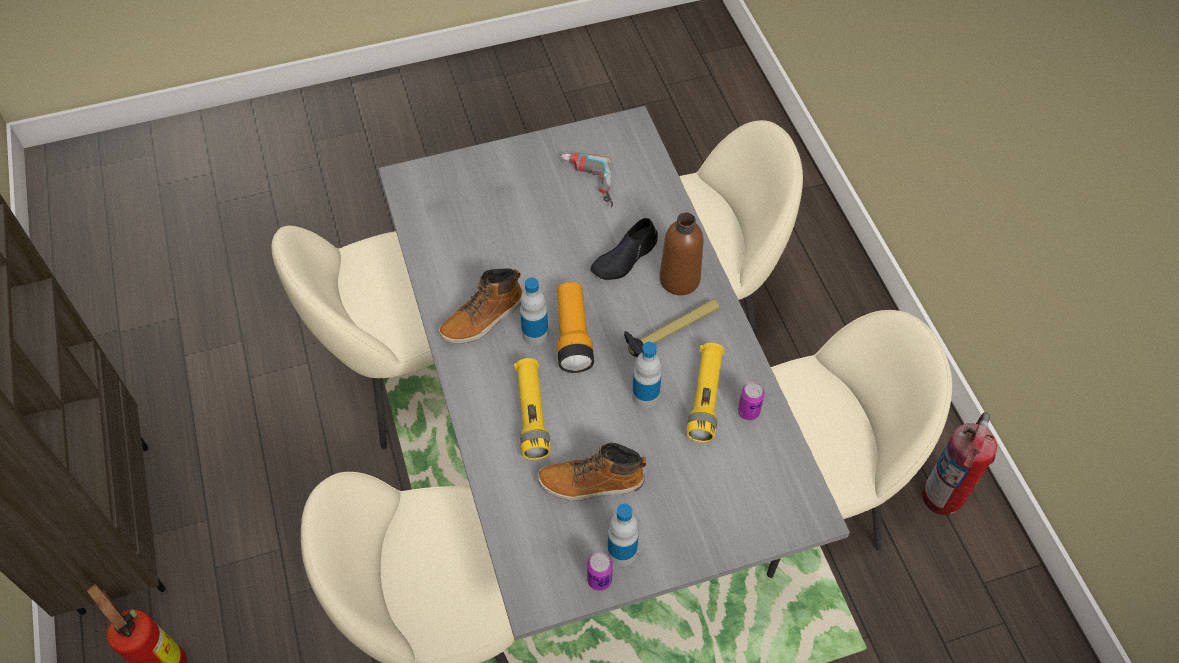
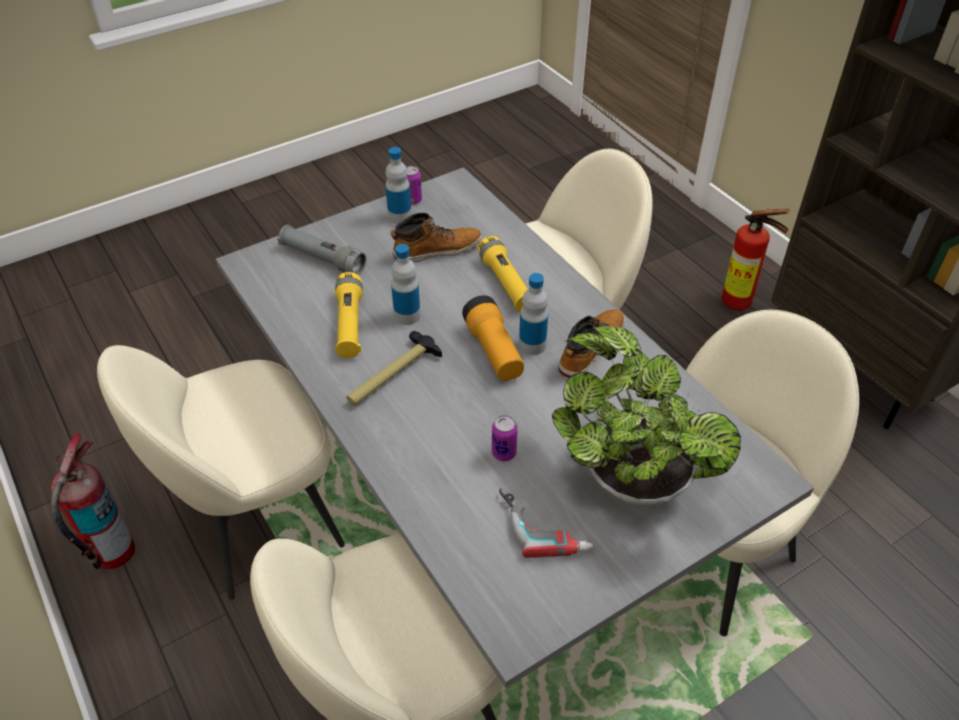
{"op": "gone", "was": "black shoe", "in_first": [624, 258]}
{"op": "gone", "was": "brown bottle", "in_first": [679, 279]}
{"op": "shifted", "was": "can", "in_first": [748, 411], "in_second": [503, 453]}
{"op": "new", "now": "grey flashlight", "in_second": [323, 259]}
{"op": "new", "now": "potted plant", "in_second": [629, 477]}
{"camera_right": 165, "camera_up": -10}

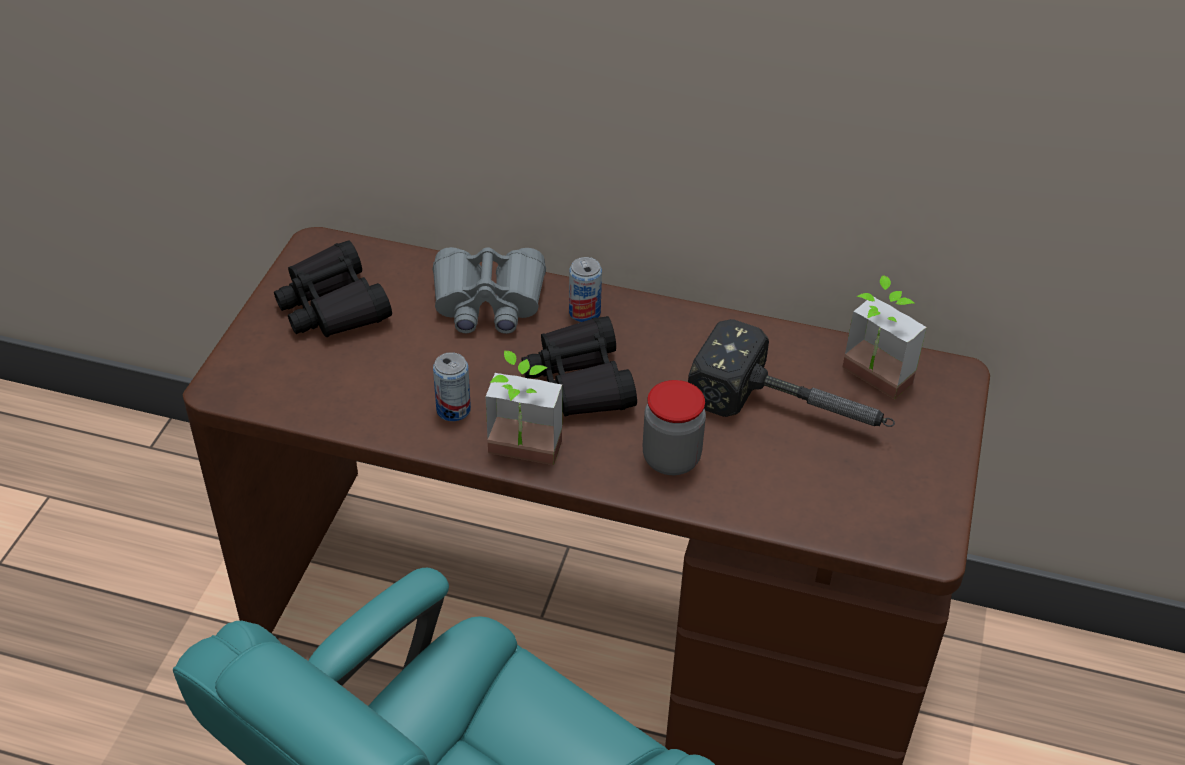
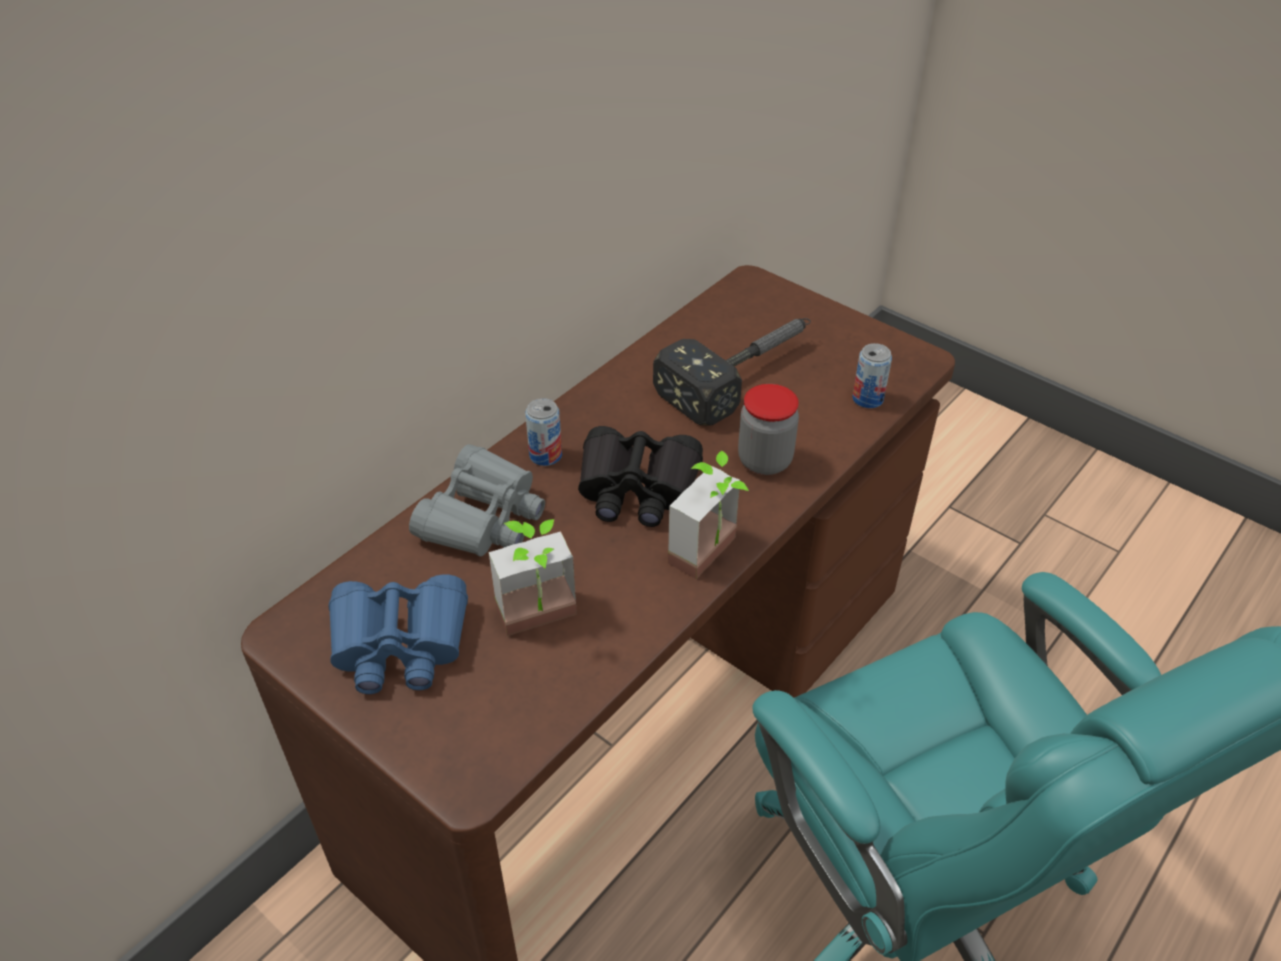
{"op": "repainted", "was": "black binoculars", "now": "blue binoculars", "in_first": [333, 305], "in_second": [399, 644]}
{"op": "shifted", "was": "can", "in_first": [453, 410], "in_second": [867, 399]}
{"op": "shifted", "was": "potted plant", "in_first": [869, 382], "in_second": [541, 623]}
{"camera_right": -65, "camera_up": 0}

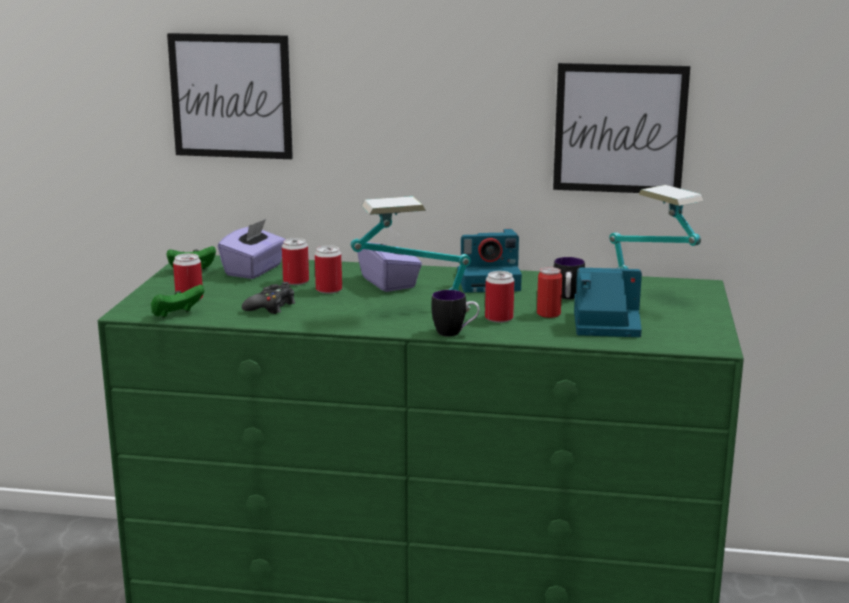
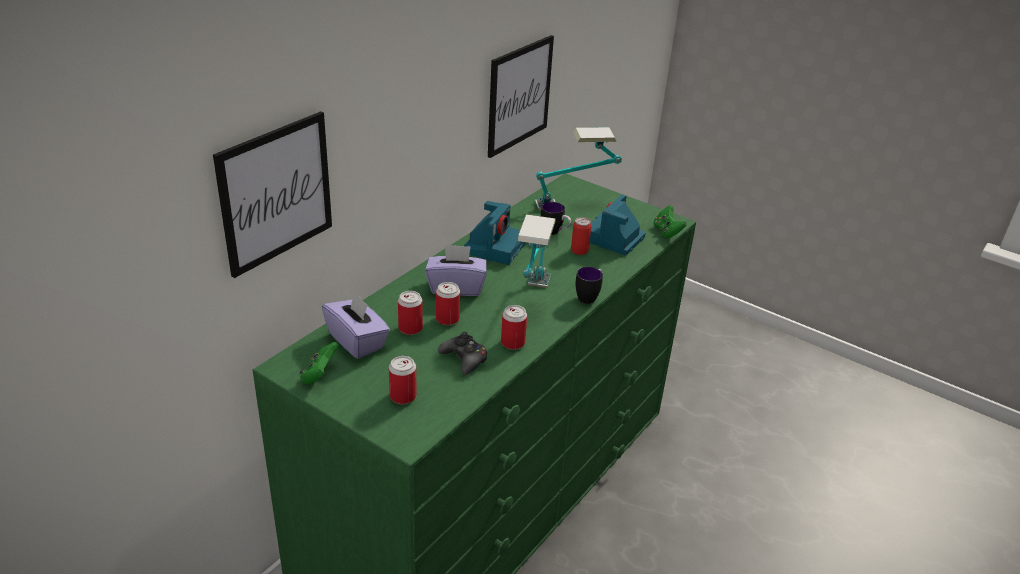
{"op": "shifted", "was": "green game controller", "in_first": [176, 315], "in_second": [667, 232]}
{"op": "shifted", "was": "can", "in_first": [499, 318], "in_second": [513, 343]}
{"camera_right": -65, "camera_up": 15}

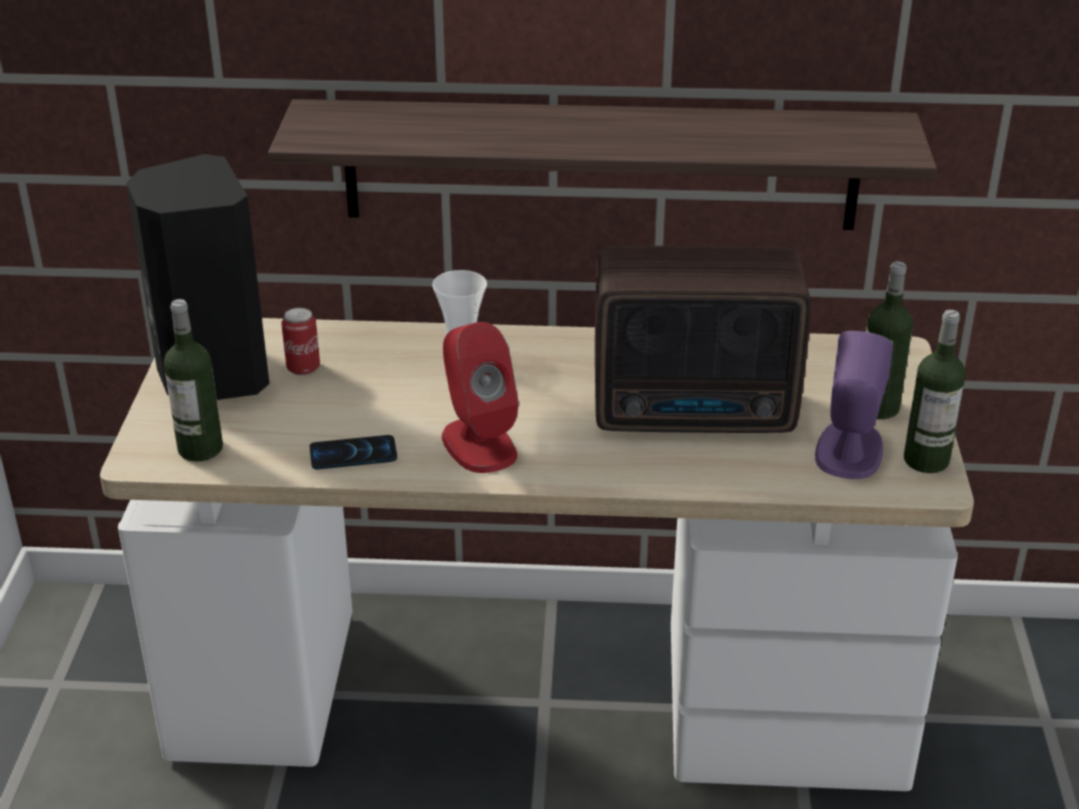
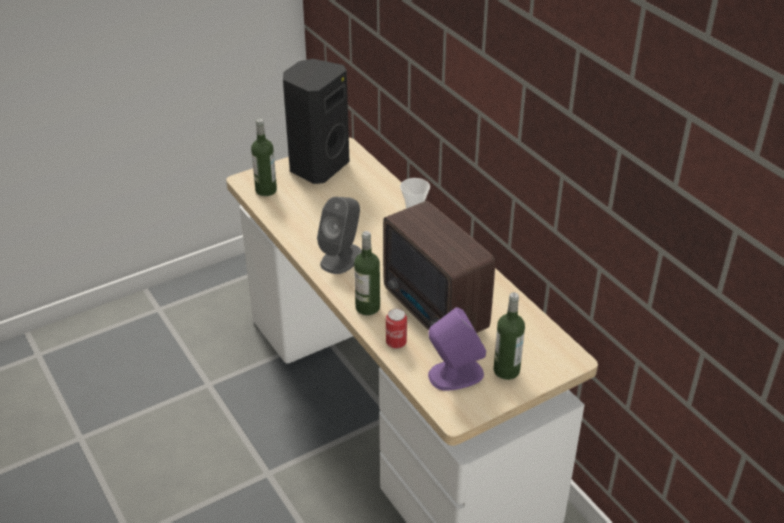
{"op": "gone", "was": "shelf", "in_first": [600, 164]}
{"op": "shifted", "was": "can", "in_first": [303, 368], "in_second": [396, 342]}
{"op": "gone", "was": "phone", "in_first": [353, 454]}
{"op": "repainted", "was": "red speaker", "now": "grey speaker", "in_first": [478, 444], "in_second": [341, 258]}
{"op": "shifted", "was": "bottle", "in_first": [926, 460], "in_second": [367, 307]}
{"camera_right": 55, "camera_up": 5}

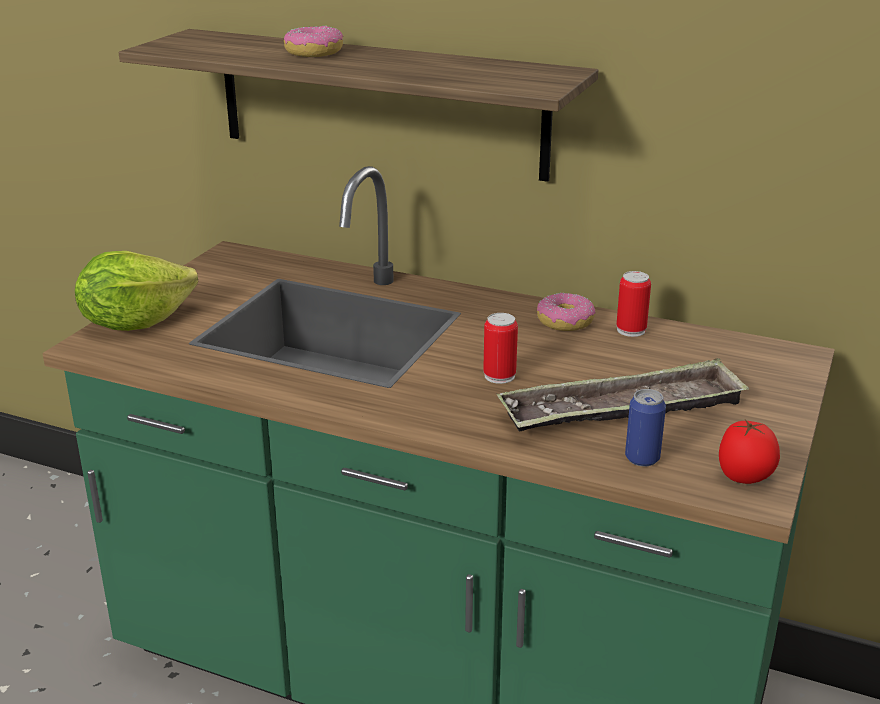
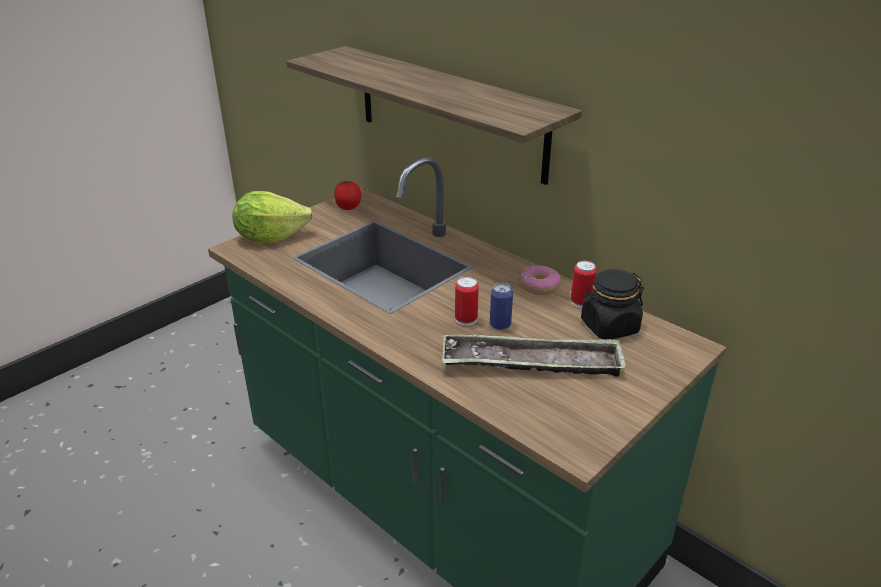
{"op": "gone", "was": "donut", "in_first": [314, 52]}
{"op": "shifted", "was": "can", "in_first": [642, 458], "in_second": [500, 325]}
{"op": "shifted", "was": "tomato", "in_first": [745, 477], "in_second": [348, 208]}
{"op": "new", "now": "black jar", "in_second": [609, 327]}
{"camera_right": 20, "camera_up": 5}

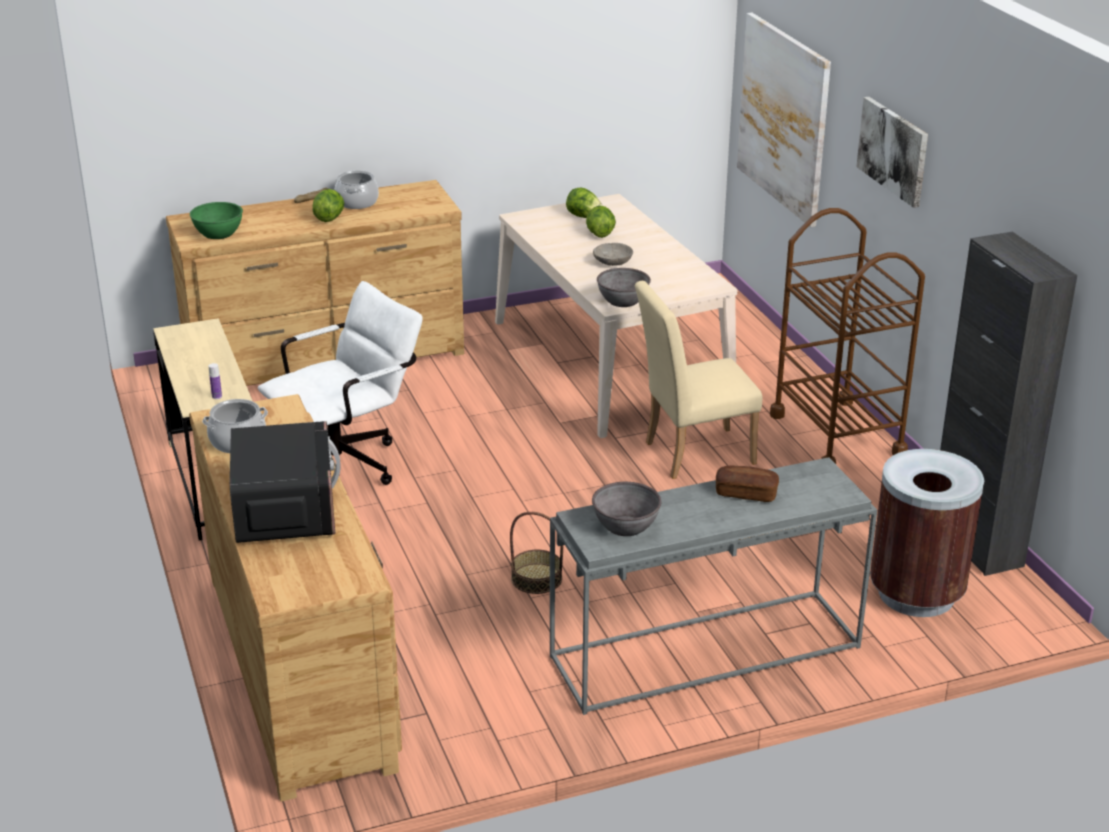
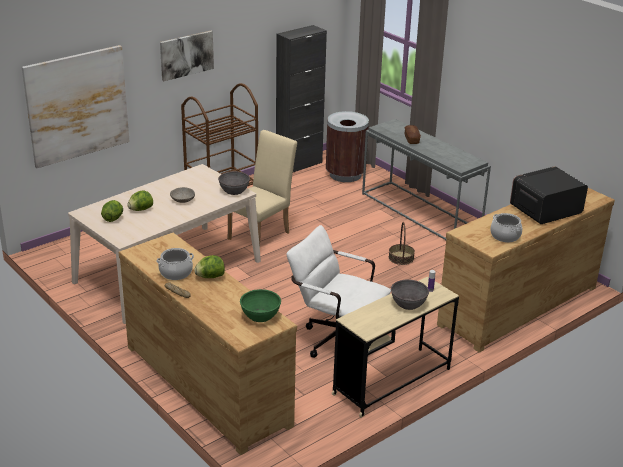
{"op": "shifted", "was": "grey bowl", "in_first": [626, 526], "in_second": [408, 304]}
{"op": "rotated", "was": "beige chair", "in_first": [691, 453], "in_second": [262, 234], "clockwise": -105}
{"camera_right": -110, "camera_up": 0}

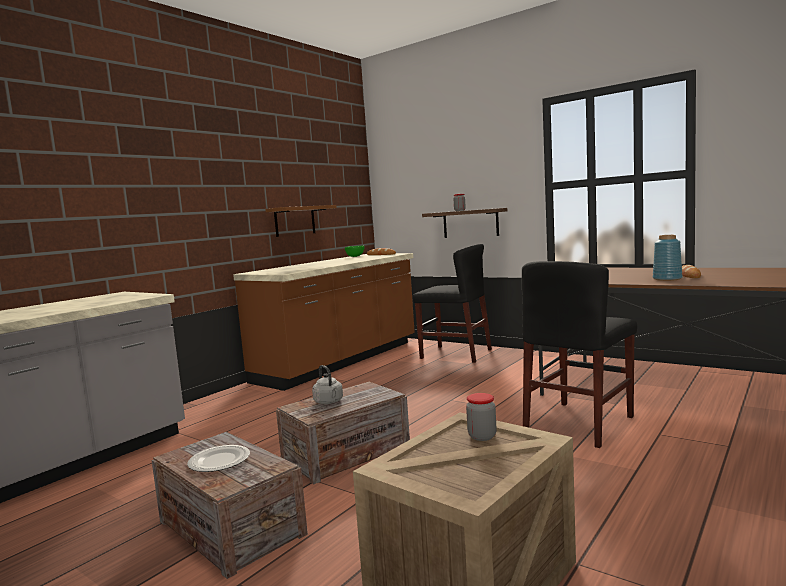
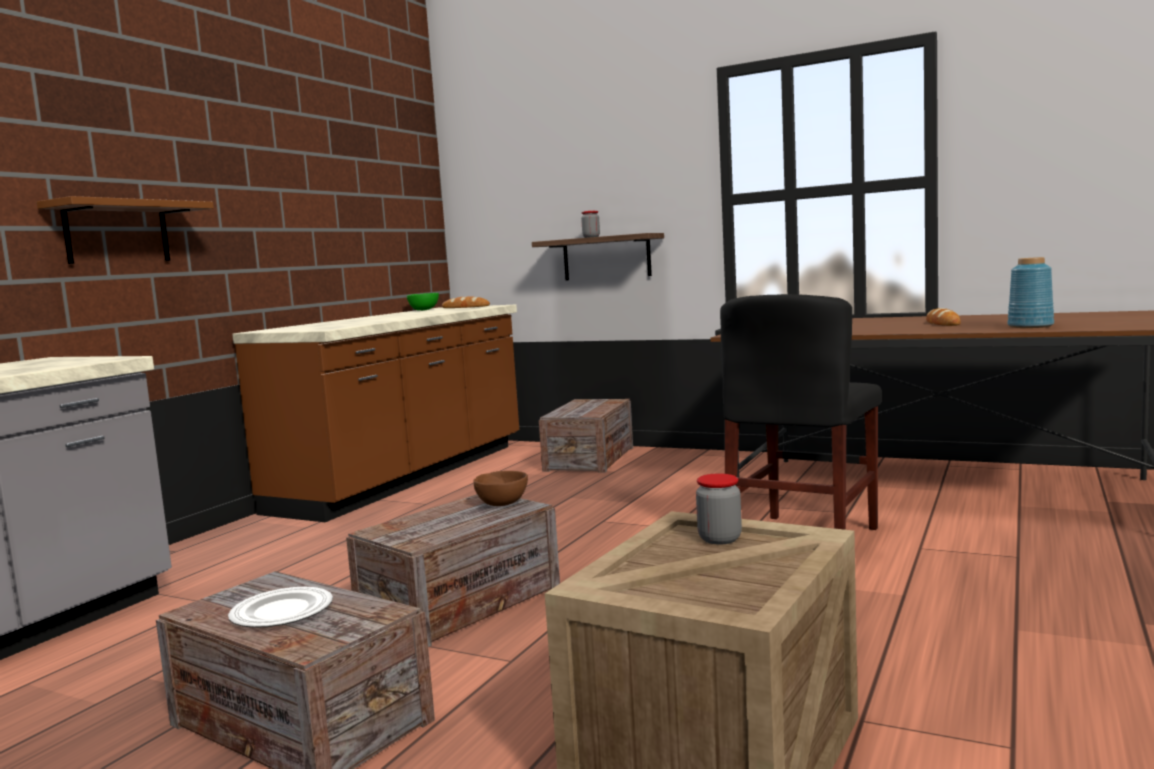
{"op": "shifted", "was": "brown shelf", "in_first": [295, 221], "in_second": [117, 233]}
{"op": "gone", "was": "grey kettle", "in_first": [329, 402]}
{"op": "swapped", "was": "black chair", "now": "crate", "in_first": [455, 354], "in_second": [589, 459]}
{"op": "shifted", "was": "blue vase", "in_first": [666, 279], "in_second": [1029, 326]}
{"op": "new", "now": "brown bowl", "in_second": [502, 504]}
{"camera_right": -10, "camera_up": 0}

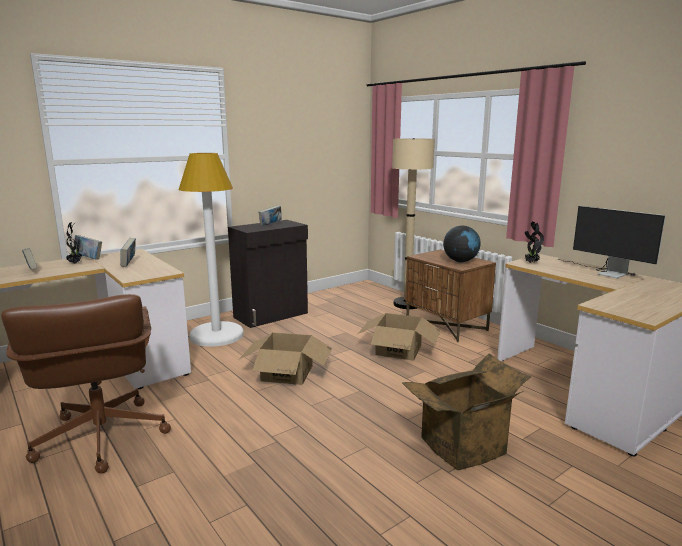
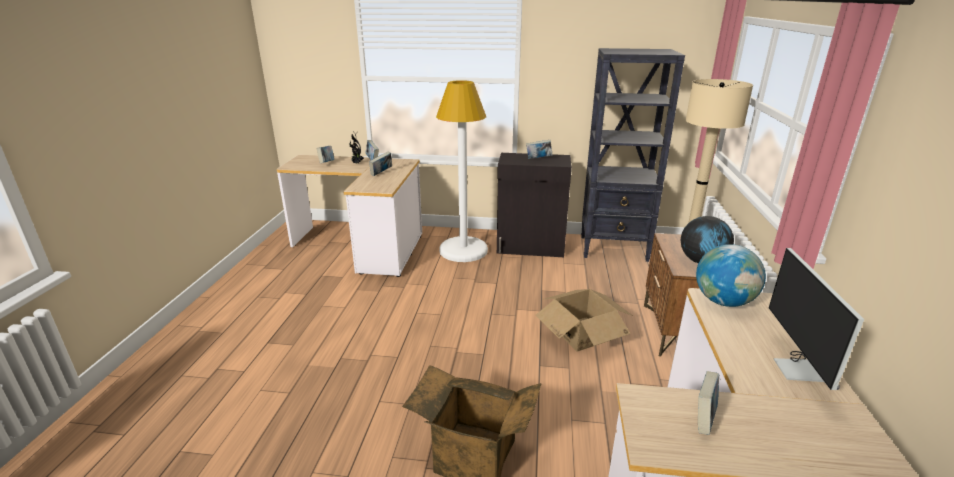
{"op": "gone", "was": "brown office chair", "in_first": [100, 438]}
{"op": "gone", "was": "cardboard box", "in_first": [287, 373]}
{"op": "swapped", "was": "potted plant", "now": "globe", "in_first": [531, 263], "in_second": [723, 301]}
{"op": "new", "now": "black bookcase", "in_second": [614, 249]}
{"op": "new", "now": "book", "in_second": [703, 419]}
{"camera_right": 45, "camera_up": 10}

